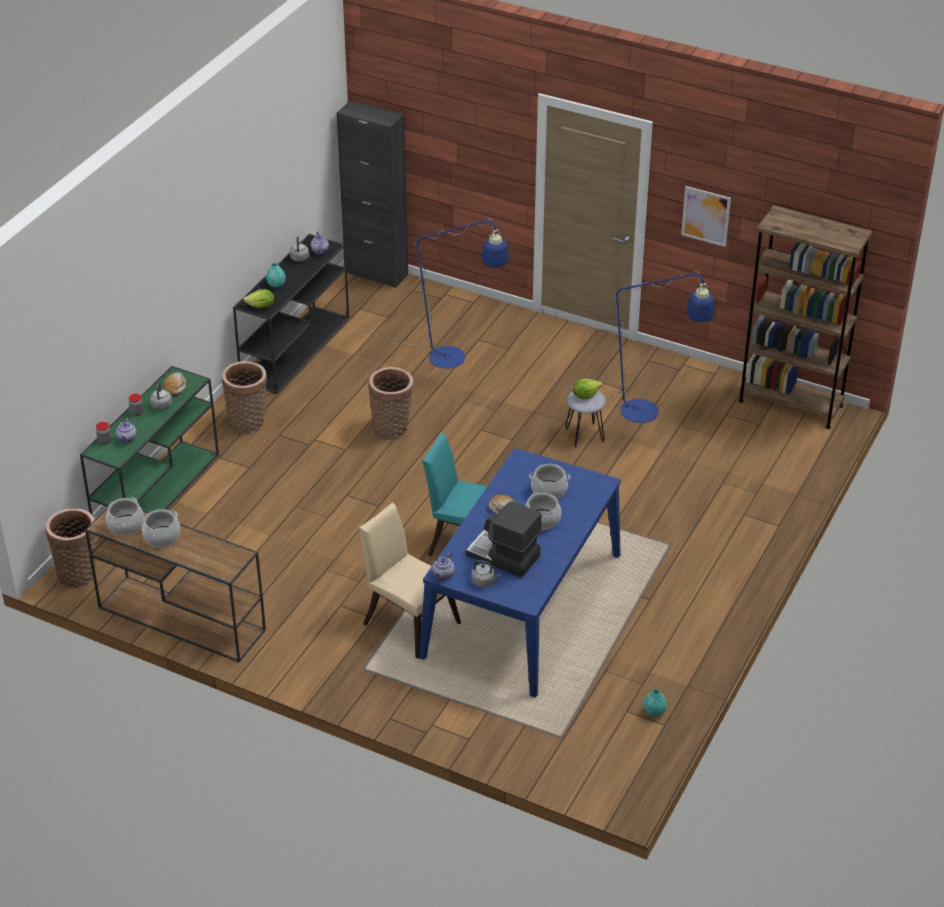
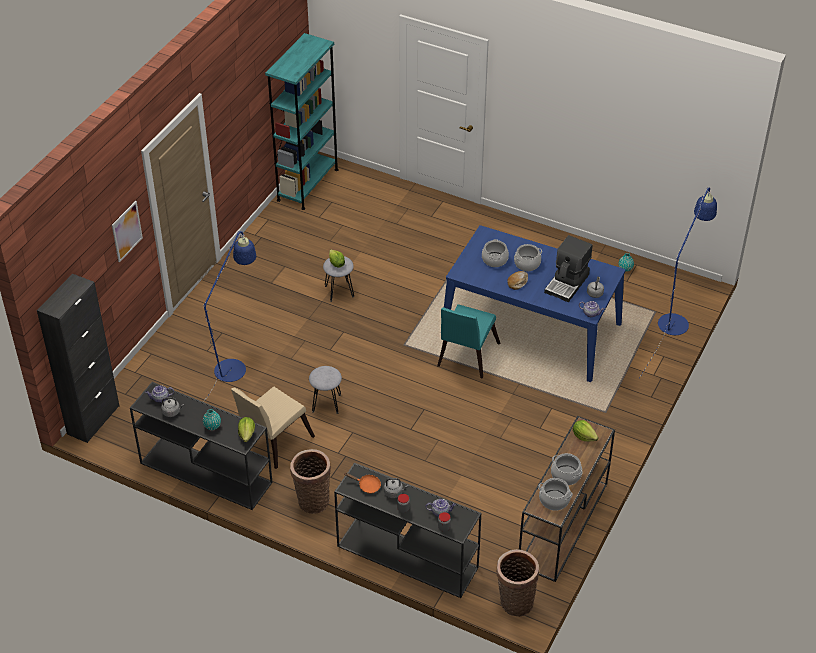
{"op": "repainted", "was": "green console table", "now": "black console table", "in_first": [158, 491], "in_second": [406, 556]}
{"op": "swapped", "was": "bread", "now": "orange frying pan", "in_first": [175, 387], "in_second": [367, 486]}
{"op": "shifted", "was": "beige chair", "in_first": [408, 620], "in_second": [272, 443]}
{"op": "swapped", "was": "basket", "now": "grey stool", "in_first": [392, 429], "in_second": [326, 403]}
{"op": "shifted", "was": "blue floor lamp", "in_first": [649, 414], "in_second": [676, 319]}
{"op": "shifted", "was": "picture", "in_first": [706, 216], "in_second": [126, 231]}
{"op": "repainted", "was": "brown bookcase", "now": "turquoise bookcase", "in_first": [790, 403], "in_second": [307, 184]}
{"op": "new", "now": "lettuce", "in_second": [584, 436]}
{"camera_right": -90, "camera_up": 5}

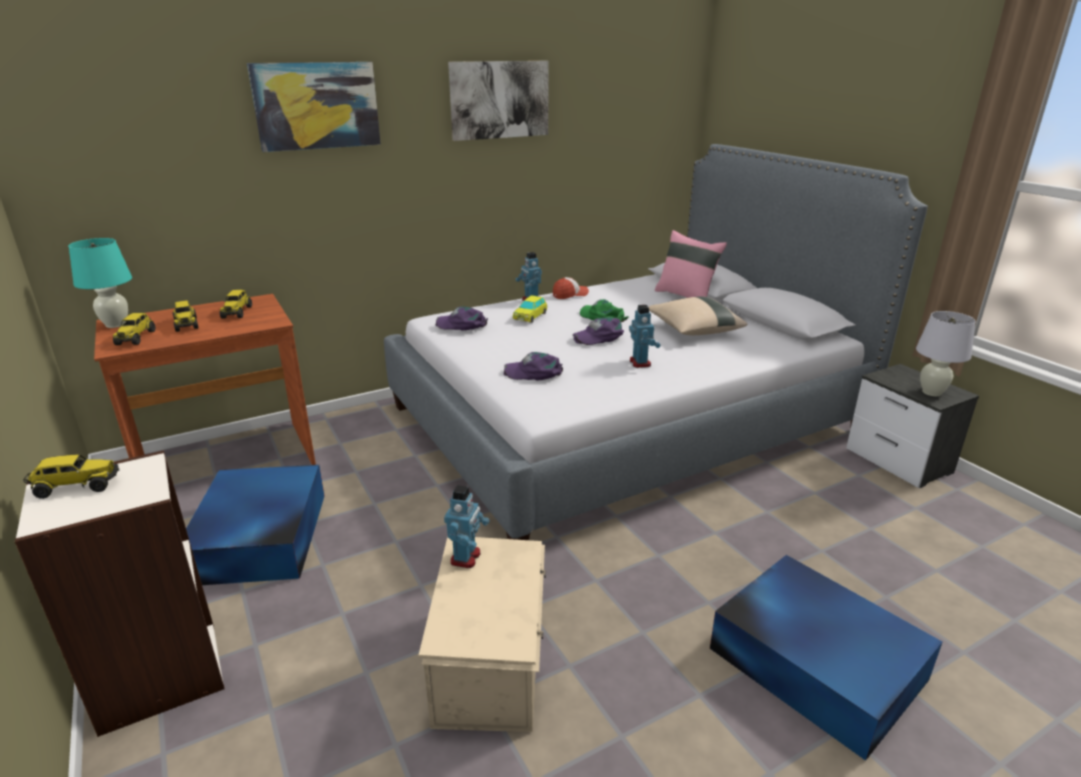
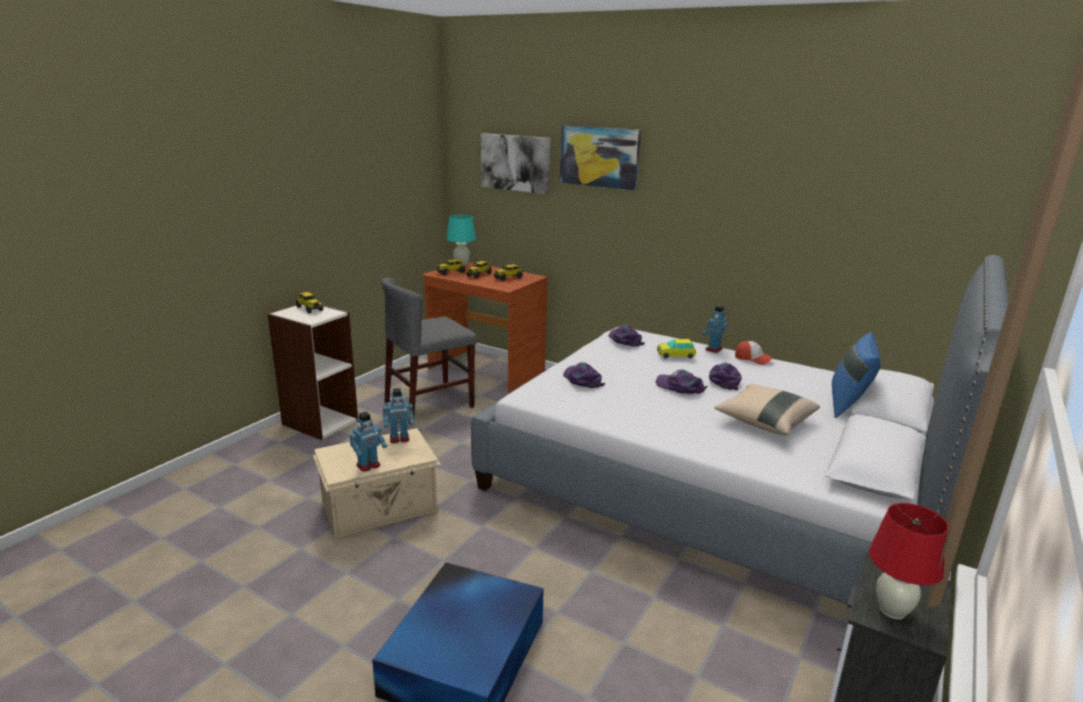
{"op": "swapped", "was": "blue storage box", "now": "grey chair", "in_first": [259, 538], "in_second": [429, 404]}
{"op": "shifted", "was": "picture", "in_first": [499, 100], "in_second": [515, 163]}
{"op": "repainted", "was": "green cap", "now": "purple cap", "in_first": [602, 317], "in_second": [725, 380]}
{"op": "shifted", "was": "toy robot", "in_first": [640, 363], "in_second": [368, 466]}
{"op": "repainted", "was": "pink pillow", "now": "blue pillow", "in_first": [686, 296], "in_second": [848, 405]}
{"op": "repainted", "was": "white table lamp", "now": "red table lamp", "in_first": [931, 392], "in_second": [892, 610]}
{"camera_right": 60, "camera_up": -5}

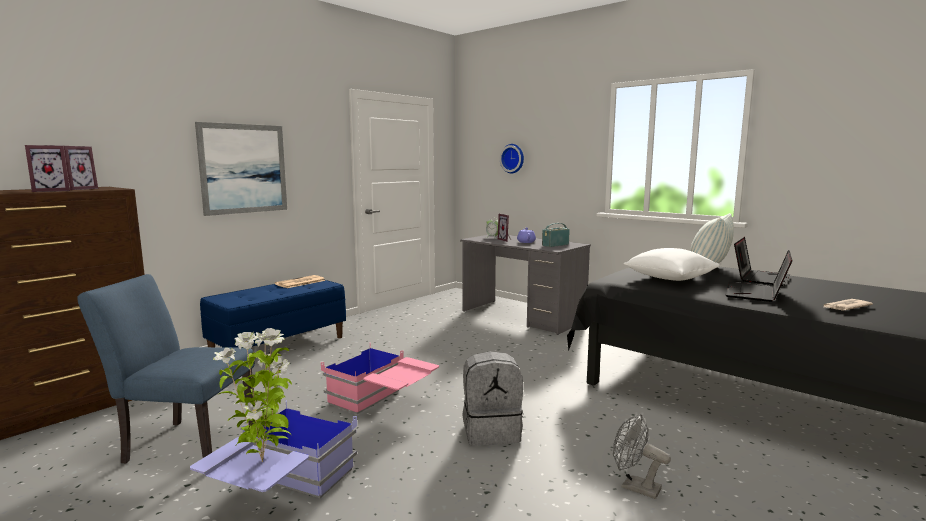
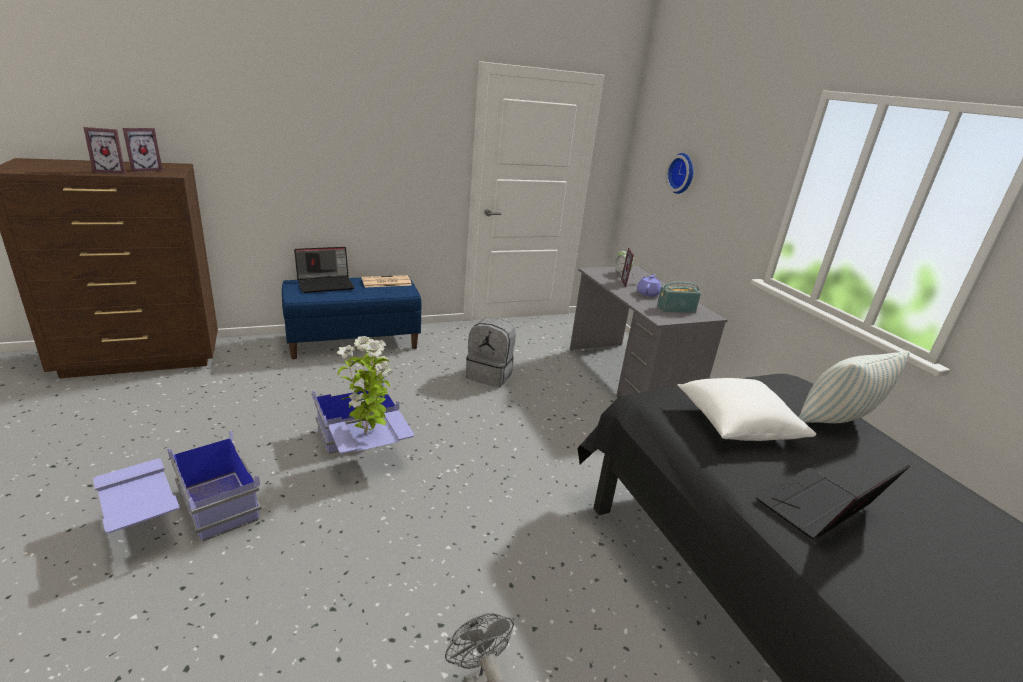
{"op": "gone", "was": "blue chair", "in_first": [183, 444]}
{"op": "gone", "was": "picture", "in_first": [243, 168]}
{"op": "shifted", "was": "potted plant", "in_first": [263, 460], "in_second": [367, 434]}
{"op": "repainted", "was": "pink storage box", "now": "blue storage box", "in_first": [382, 403], "in_second": [363, 449]}
{"op": "shifted", "was": "grey backpack", "in_first": [491, 431], "in_second": [490, 375]}
{"op": "shifted", "was": "laptop", "in_first": [760, 278], "in_second": [326, 284]}
{"op": "gone", "was": "newspaper", "in_first": [845, 307]}
{"camera_right": 25, "camera_up": 15}

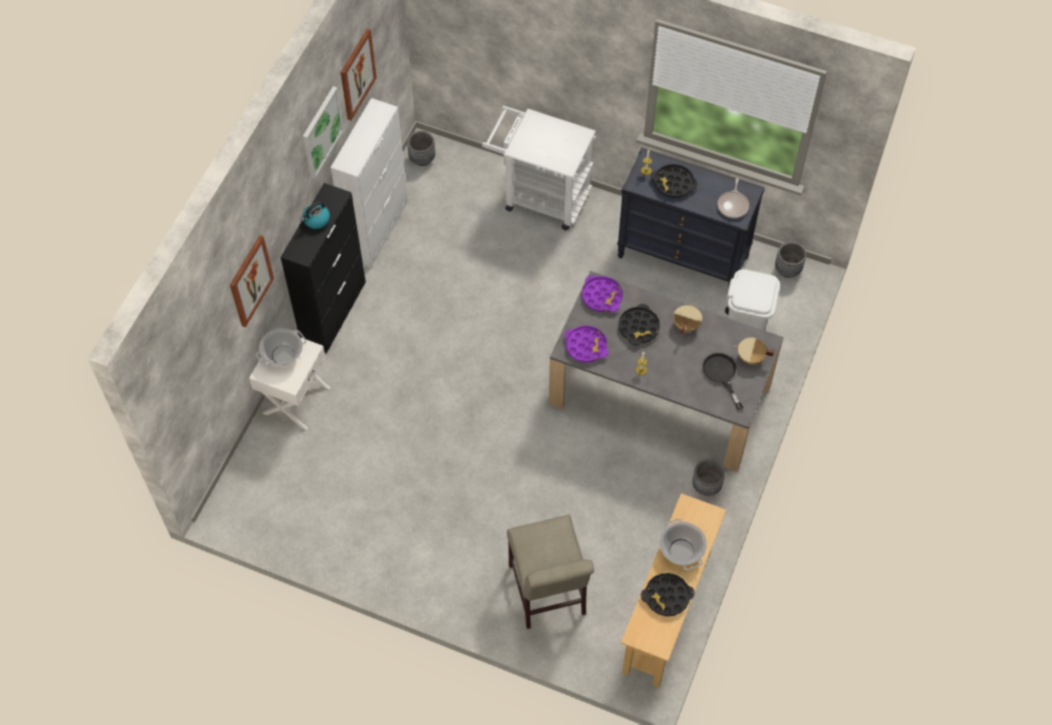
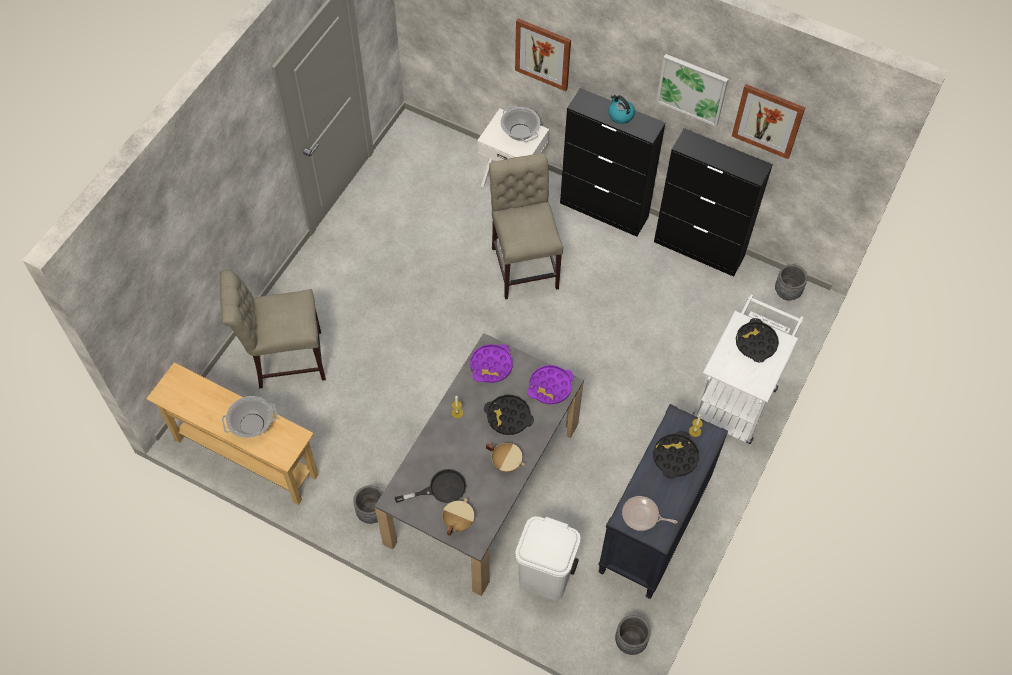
{"op": "repainted", "was": "white cabinet", "now": "black cabinet", "in_first": [377, 229], "in_second": [699, 249]}
{"op": "shifted", "was": "black tray", "in_first": [667, 596], "in_second": [756, 343]}
{"op": "new", "now": "beige chair", "in_second": [524, 264]}
{"camera_right": 95, "camera_up": 0}

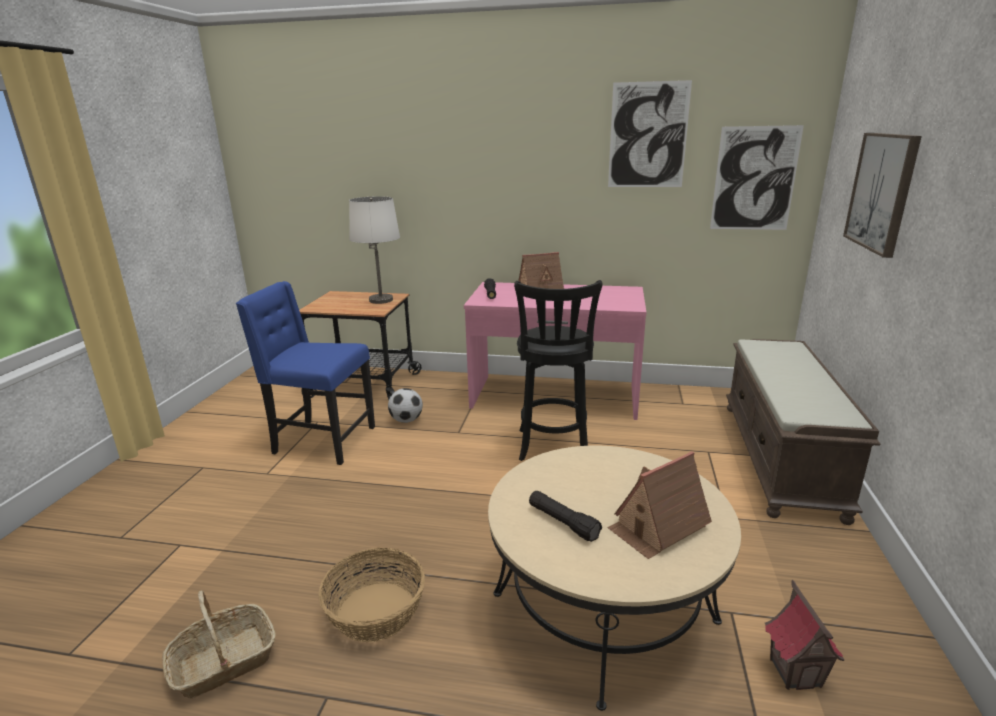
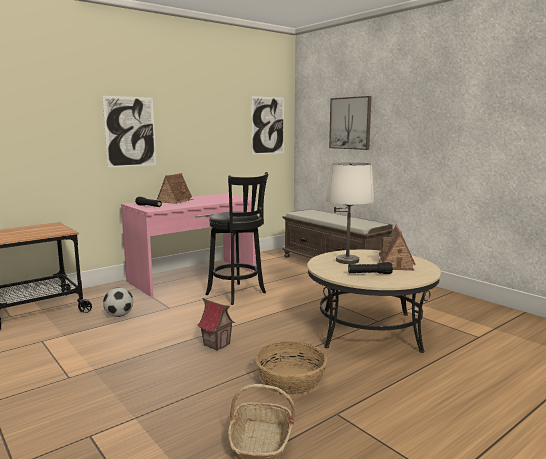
{"op": "gone", "was": "blue chair", "in_first": [322, 441]}
{"op": "shifted", "was": "white table lamp", "in_first": [381, 300], "in_second": [347, 260]}
{"op": "shifted", "was": "picture", "in_first": [648, 135], "in_second": [130, 132]}
{"op": "shifted", "was": "toy house", "in_first": [796, 672], "in_second": [217, 344]}
{"camera_right": -50, "camera_up": -10}

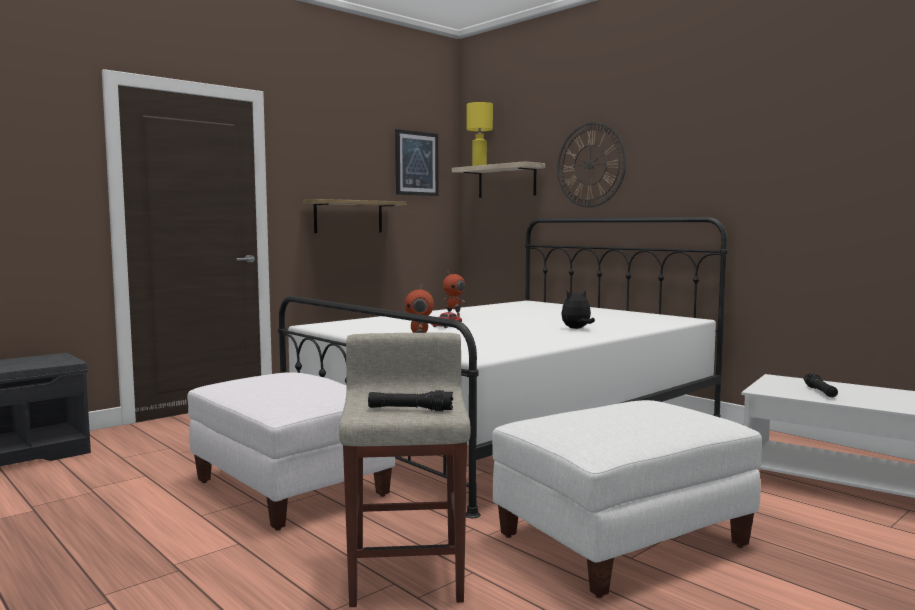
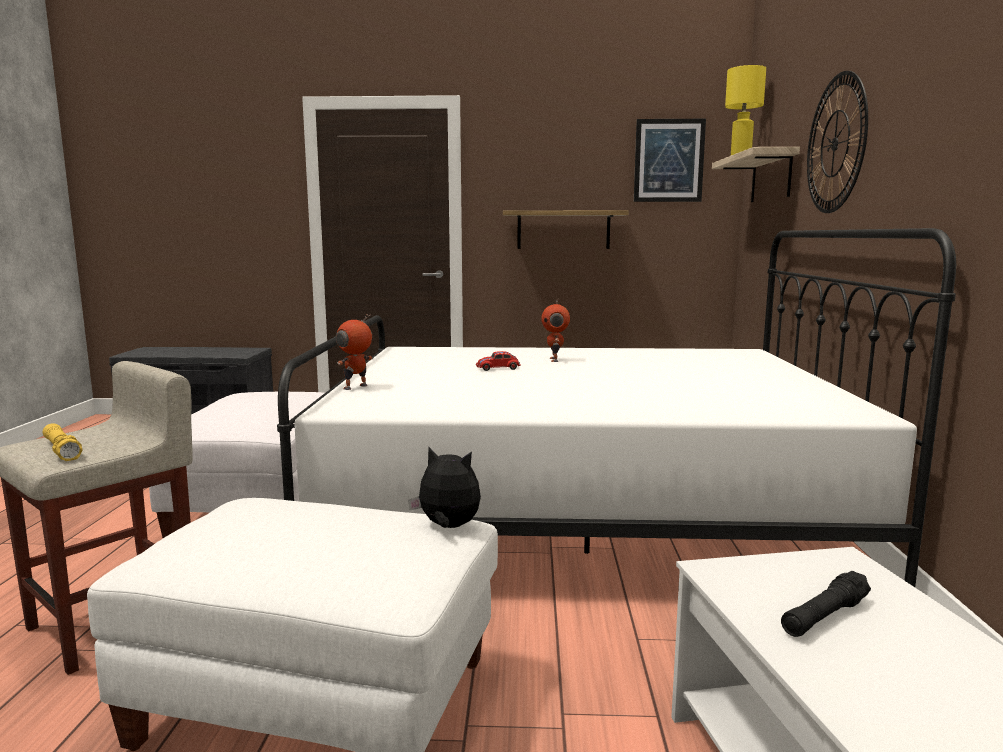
{"op": "repainted", "was": "black flashlight", "now": "yellow flashlight", "in_first": [410, 409], "in_second": [62, 450]}
{"op": "shifted", "was": "plush toy", "in_first": [577, 329], "in_second": [448, 527]}
{"camera_right": 45, "camera_up": 5}

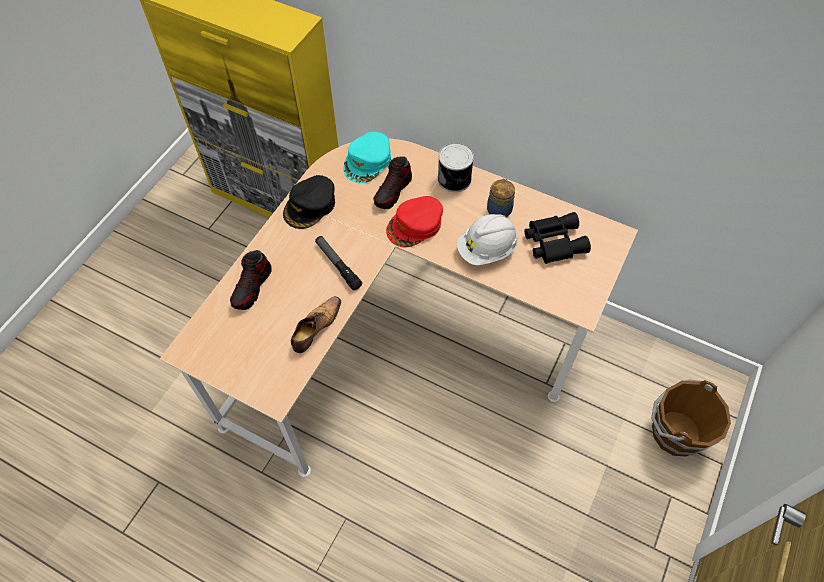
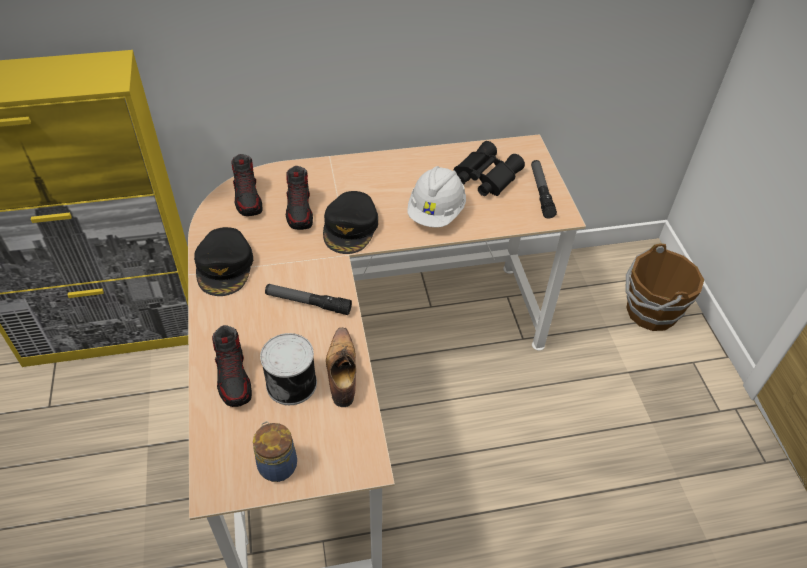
{"op": "swapped", "was": "turquoise cap", "now": "shoe", "in_first": [368, 161], "in_second": [248, 198]}
{"op": "repainted", "was": "red cap", "now": "black cap", "in_first": [415, 225], "in_second": [350, 227]}
{"op": "shifted", "was": "can", "in_first": [455, 179], "in_second": [292, 383]}
{"op": "shifted", "was": "jar", "in_first": [499, 209], "in_second": [277, 464]}
{"op": "new", "now": "flashlight", "in_second": [541, 192]}
{"camera_right": -40, "camera_up": -10}

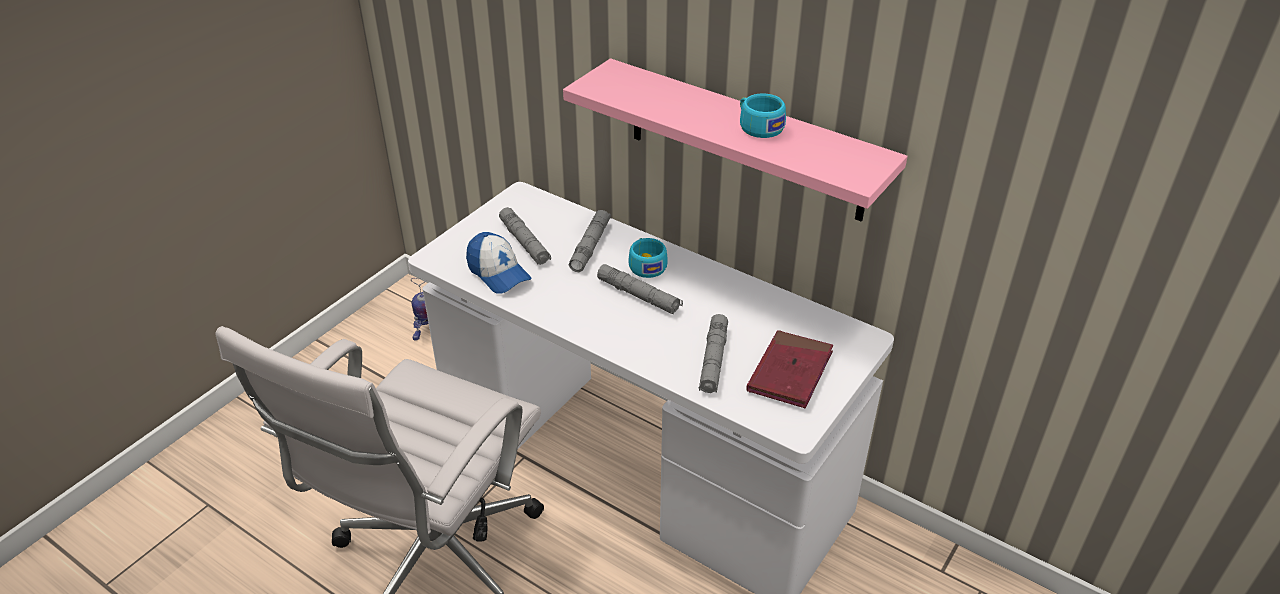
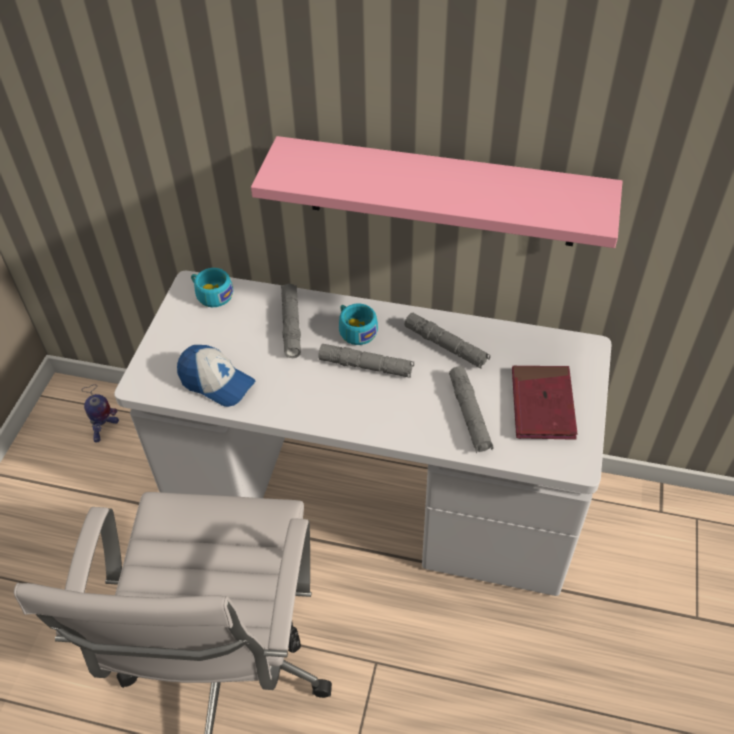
{"op": "shifted", "was": "grey flashlight", "in_first": [524, 242], "in_second": [446, 346]}
{"op": "shifted", "was": "turquoise cup", "in_first": [758, 126], "in_second": [211, 294]}
{"camera_right": -20, "camera_up": 10}

